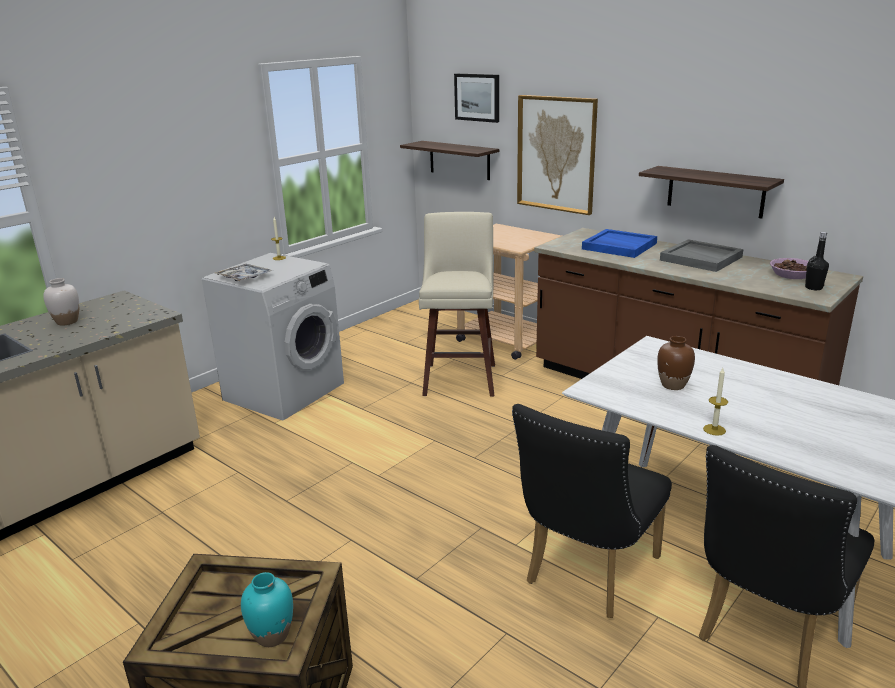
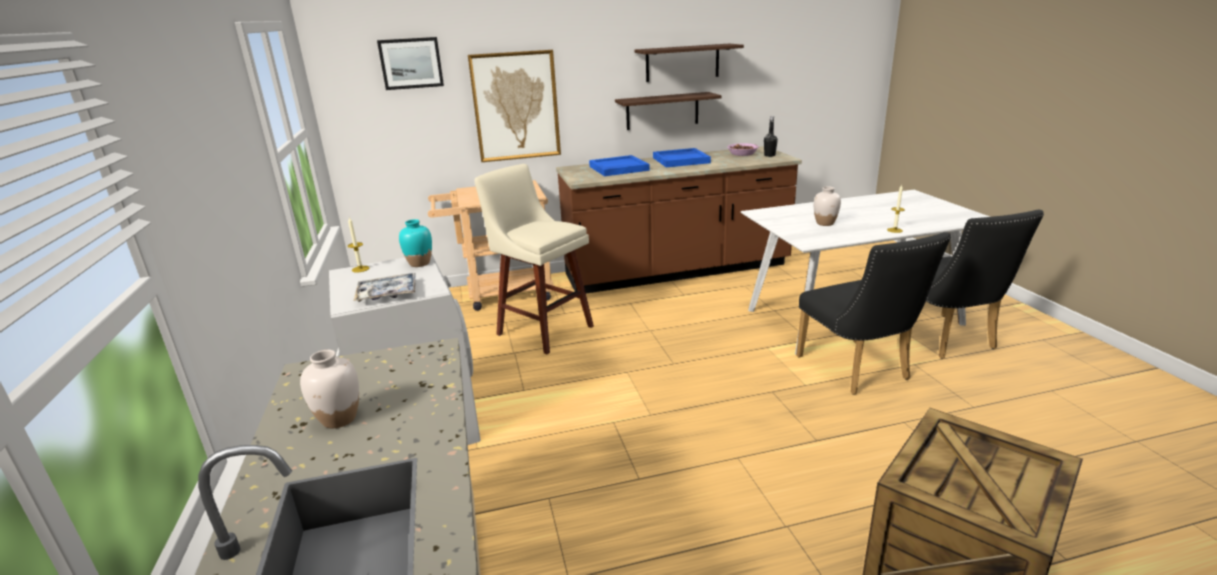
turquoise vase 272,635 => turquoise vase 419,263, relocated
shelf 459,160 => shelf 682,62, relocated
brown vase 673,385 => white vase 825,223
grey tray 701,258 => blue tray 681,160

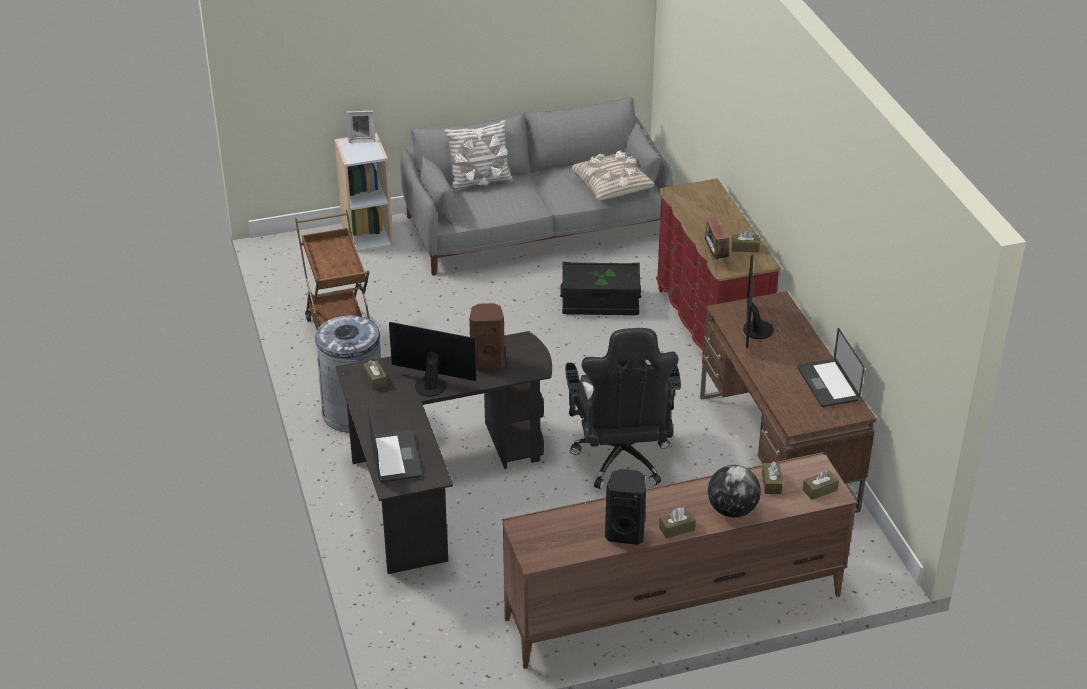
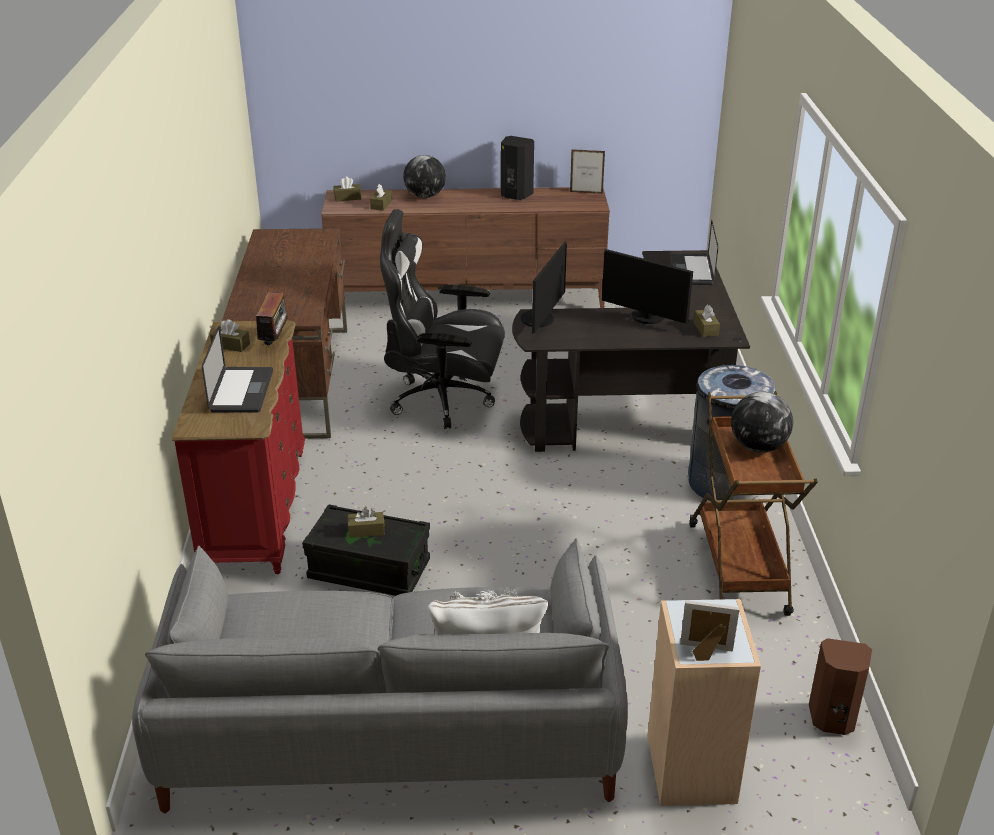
brown speaker 487,361 => brown speaker 832,719, relocated
black office chair 620,455 => black office chair 447,401, 90 degrees counterclockwise
beige pillow 611,187 => nothing
brown tissue box 676,528 => brown tissue box 366,530, relocated
monitor 754,330 => monitor 541,320, relocated
laptop 828,384 => laptop 241,391, relocated
nothing => picture frame 586,193
nothing => globe 757,447

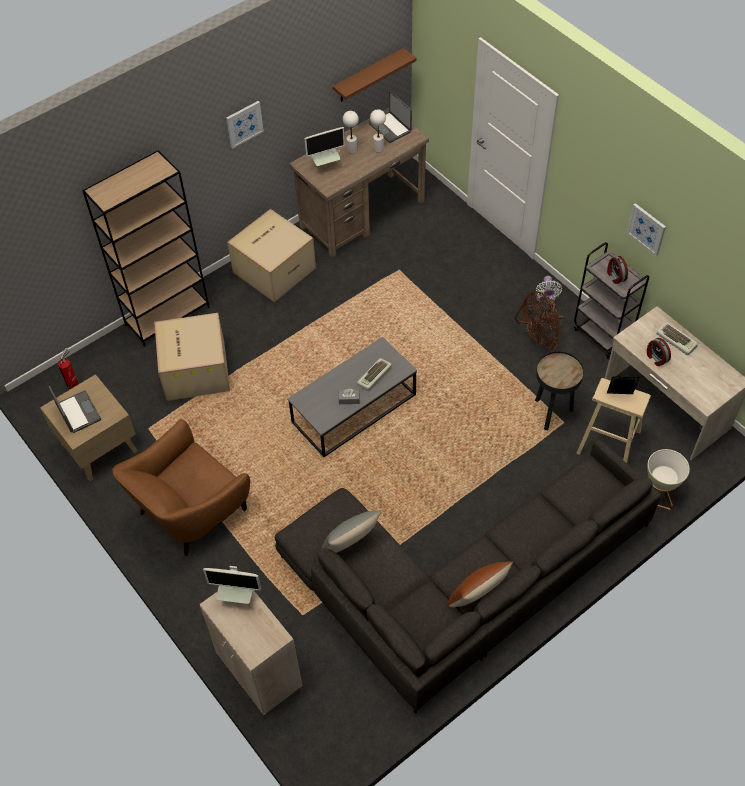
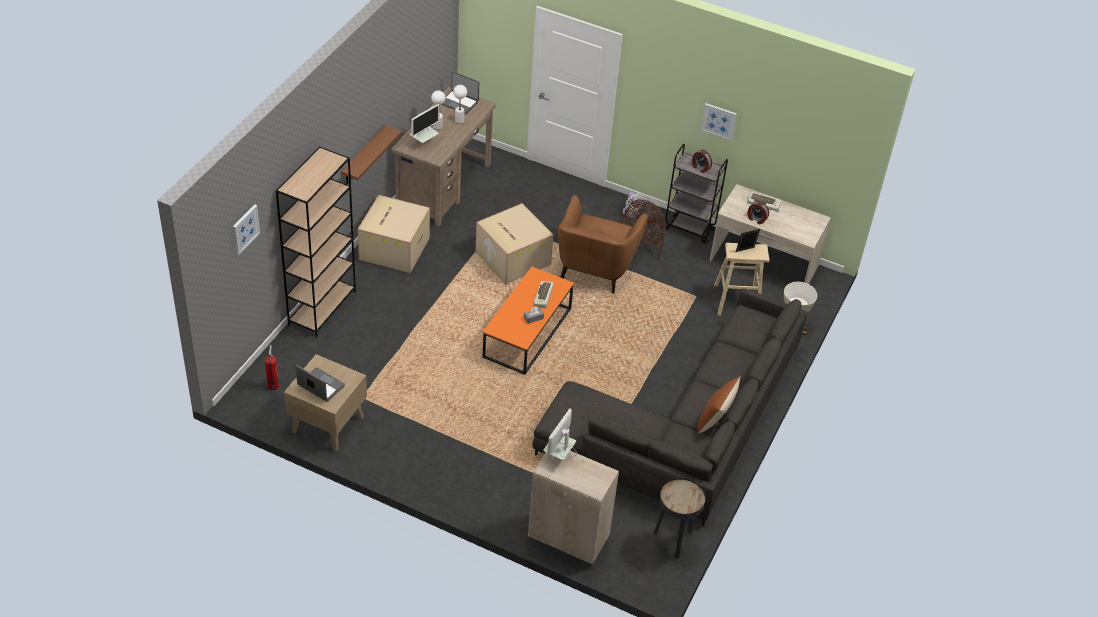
brown armchair 190,510 => brown armchair 595,267, relocated
cardboard box 194,370 => cardboard box 511,258, relocated
monitor 238,595 => monitor 559,456, 135 degrees clockwise
picture 244,124 => picture 245,229, relocated
grey coffee table 354,408 => orange coffee table 527,333
grey pillow 351,544 => nothing
brown shelf 368,76 => brown shelf 363,156, relocated
black side table 551,413 => black side table 674,541, relocated

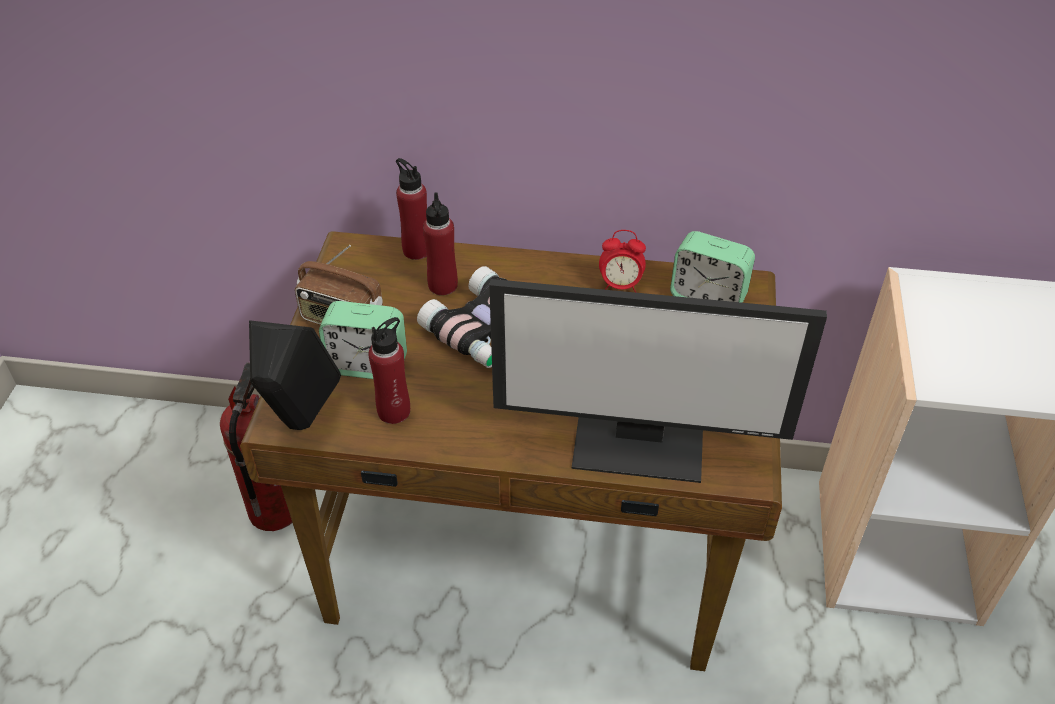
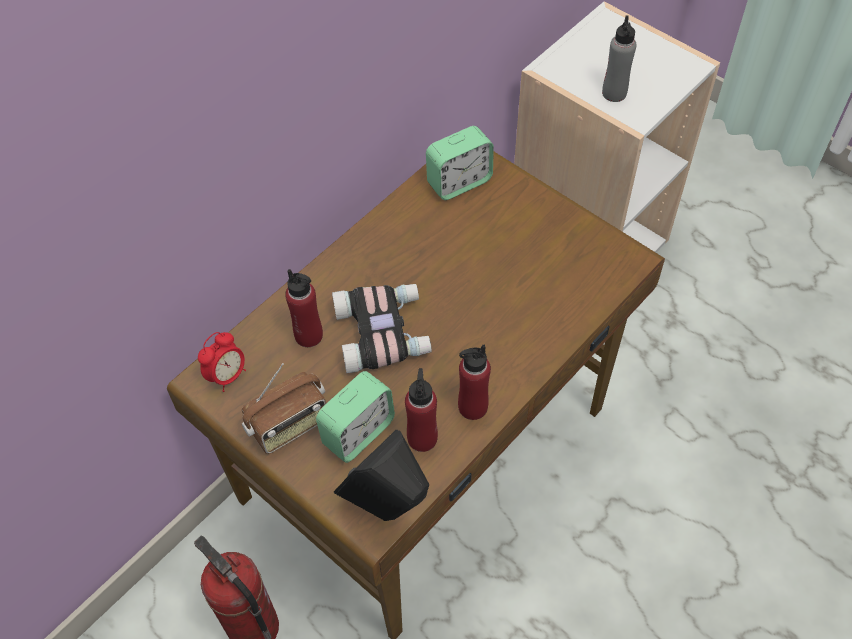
red bottle 416,250 => red bottle 472,407, relocated
monitor 640,443 => nothing
alarm clock 620,286 => alarm clock 227,376, relocated
nothing => grey bottle 614,93

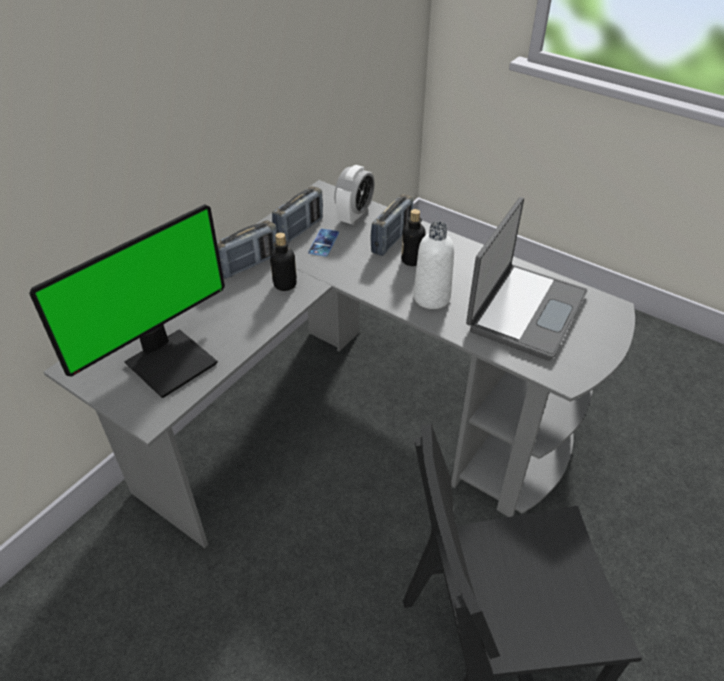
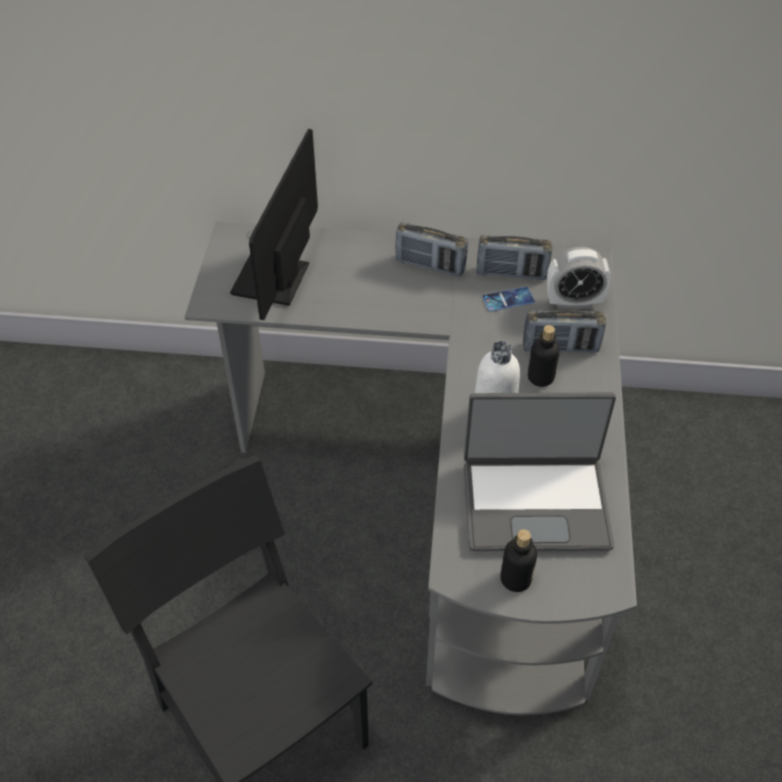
monitor 170,361 => monitor 274,281, 90 degrees clockwise
bottle 285,284 => bottle 515,579, relocated

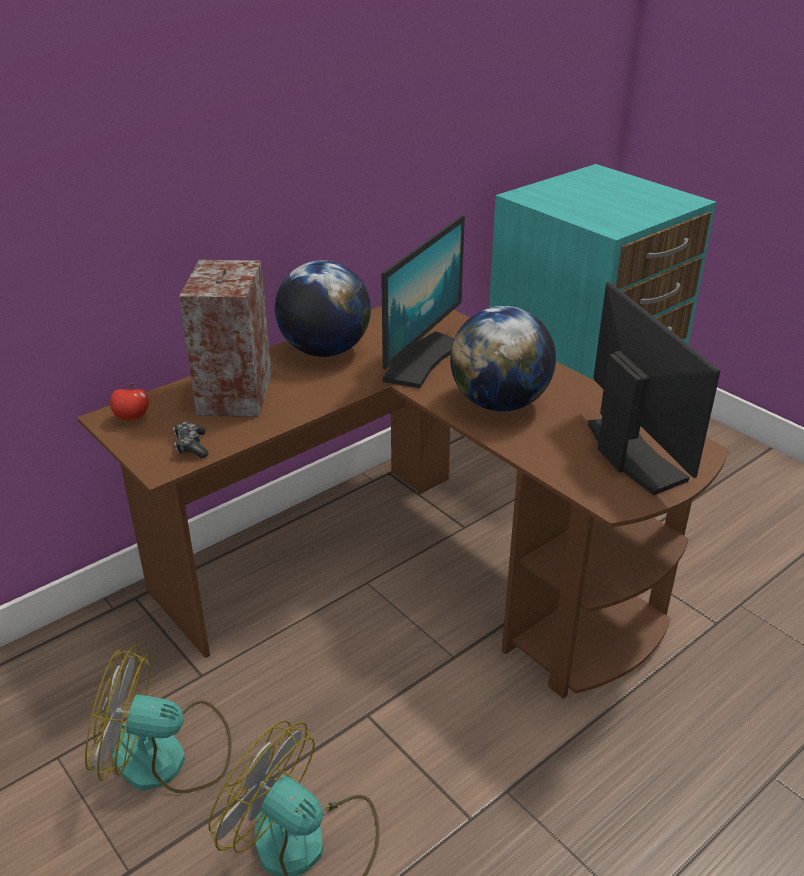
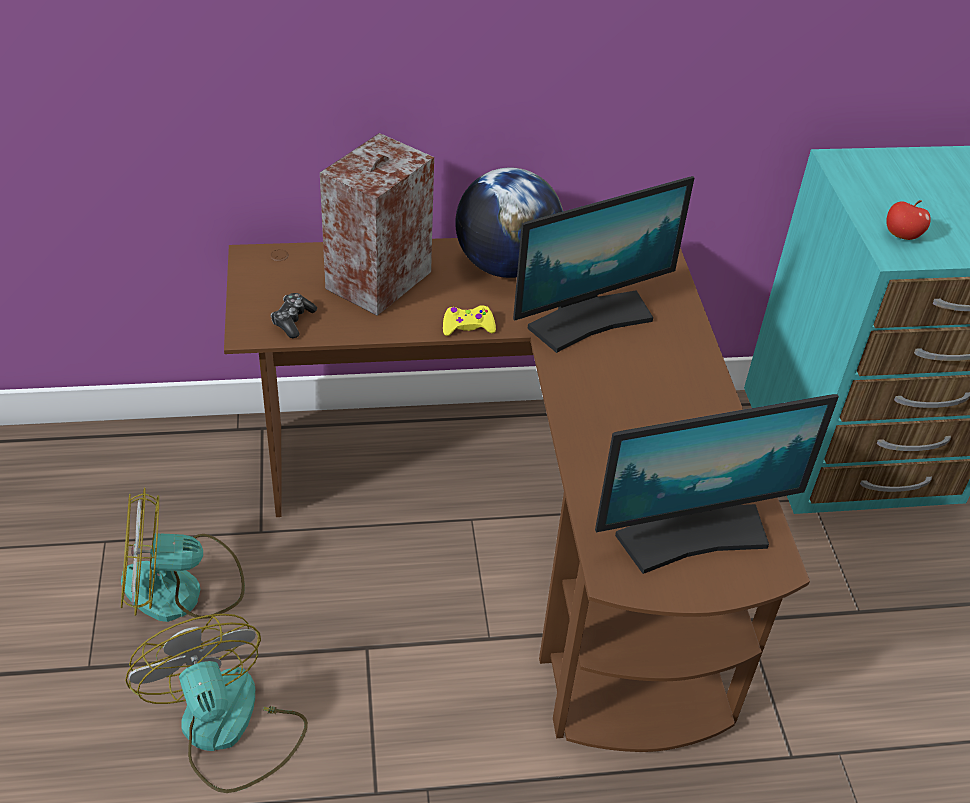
fan 167,757 => fan 181,589, 45 degrees counterclockwise
apple 132,418 => apple 901,235, relocated
globe 499,403 => nothing
monitor 631,455 => monitor 692,534, 60 degrees clockwise
nothing => yellow game controller 467,326

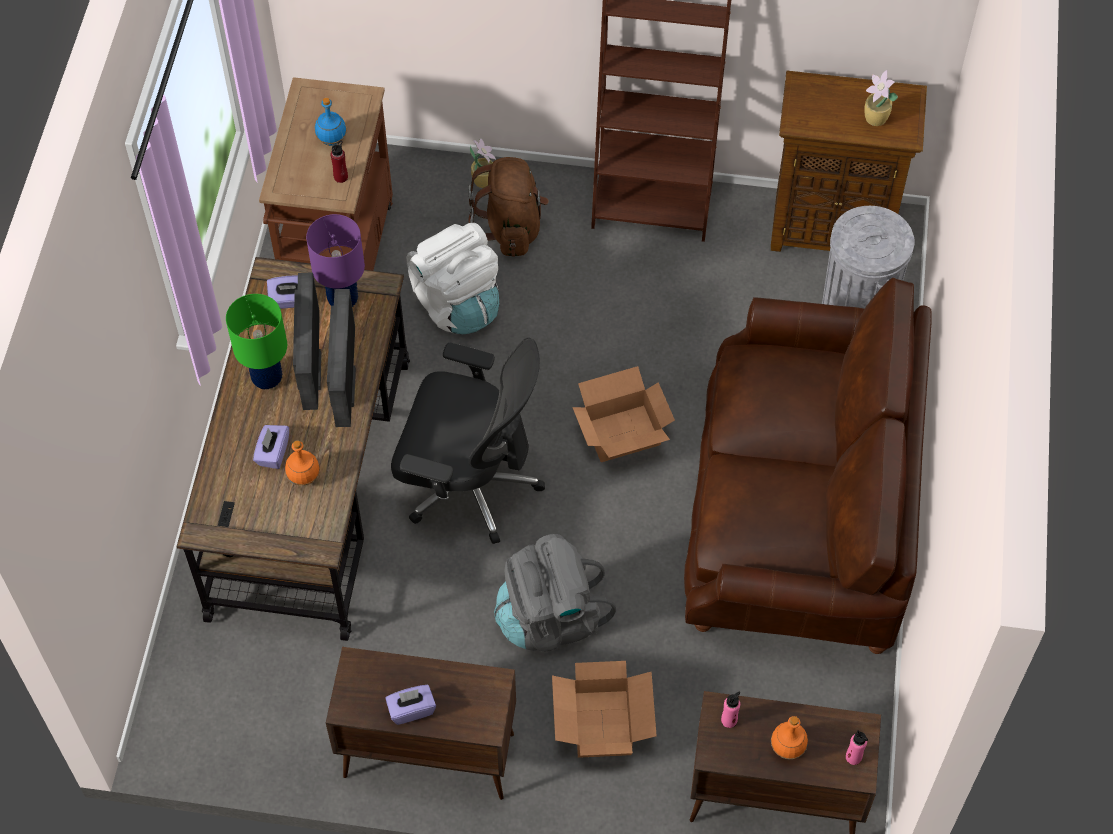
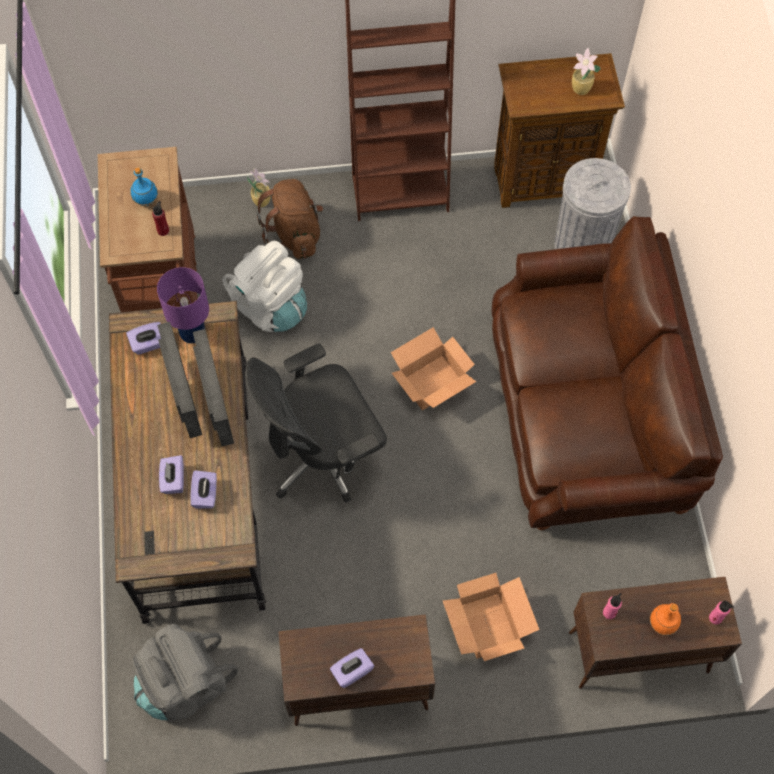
green table lamp 267,378 => nothing
orange bottle 304,477 => purple tissue box 205,495
office chair 468,488 => office chair 324,457, 150 degrees clockwise
grey backpack 550,618 => grey backpack 185,684, relocated

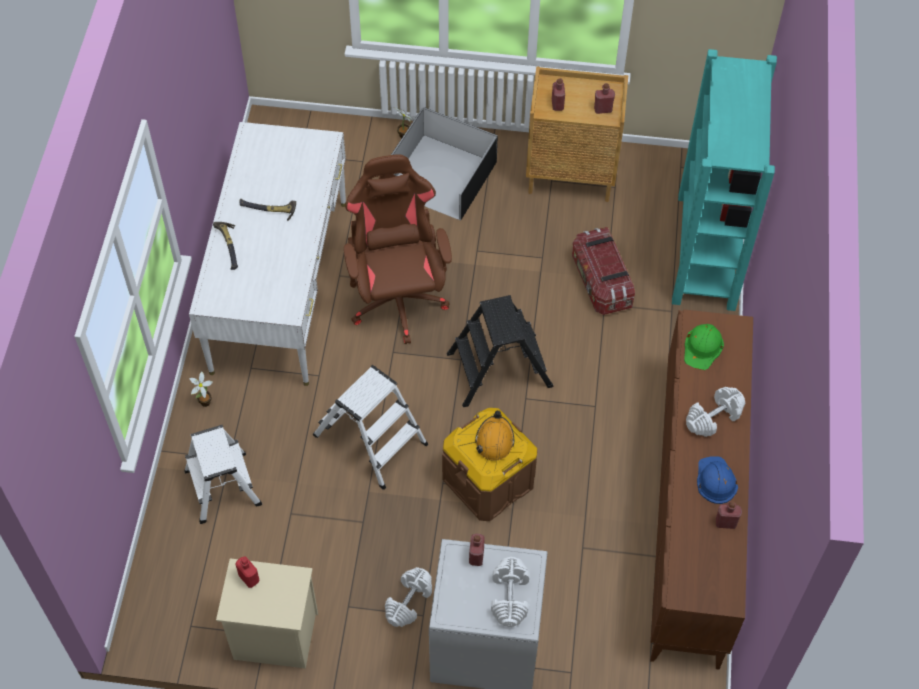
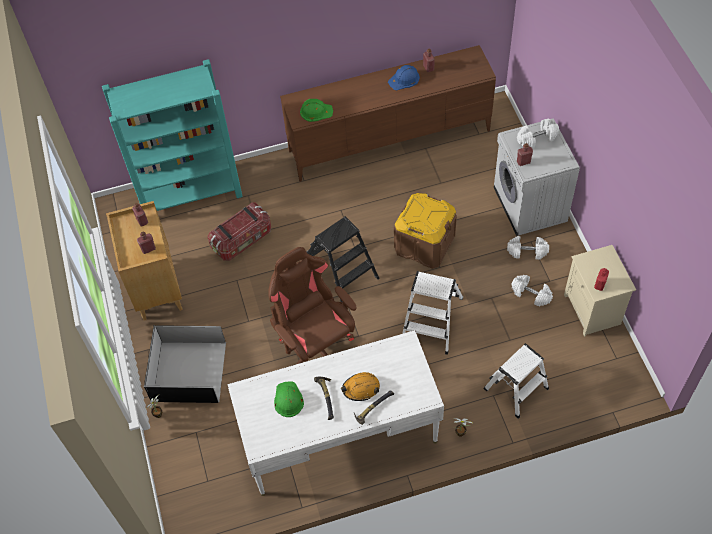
brown office chair 398,303 => brown office chair 317,349, 90 degrees clockwise
orange hard hat 494,440 => orange hard hat 361,388, relocated
white dumbbell 713,418 => white dumbbell 531,294, relocated
nothing => green hard hat 288,399

